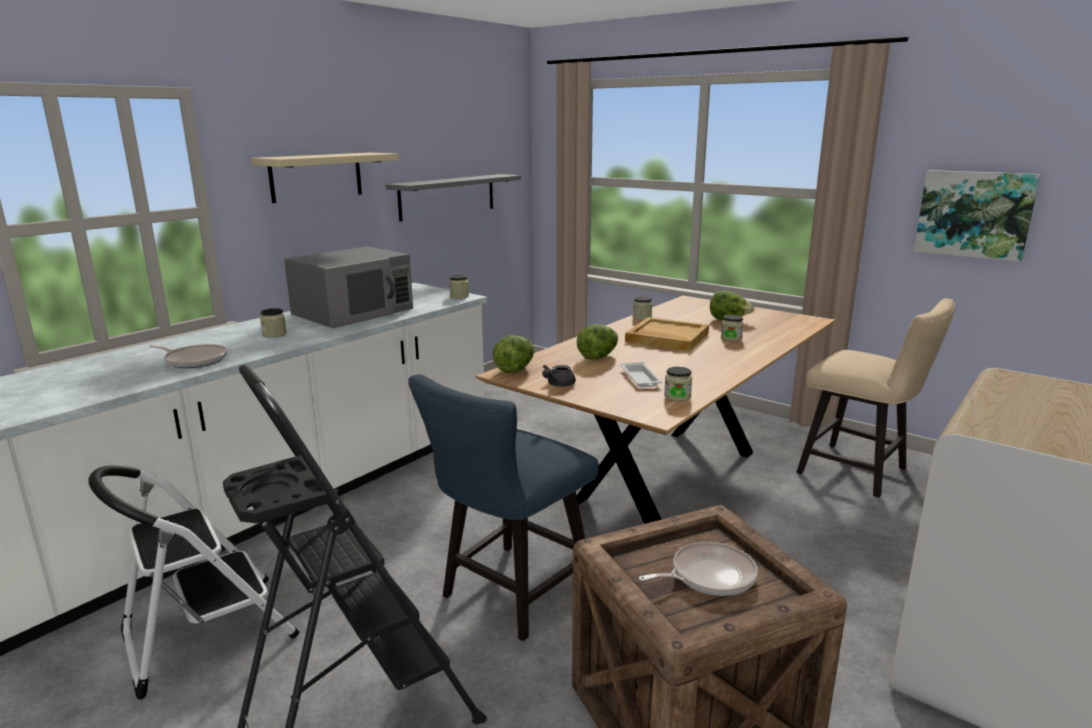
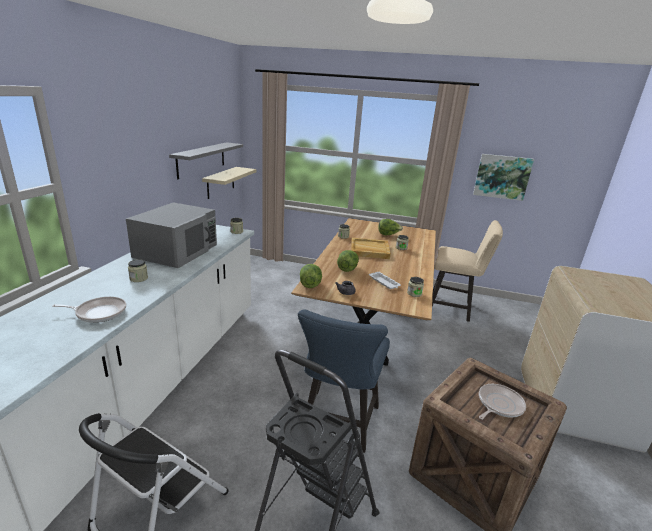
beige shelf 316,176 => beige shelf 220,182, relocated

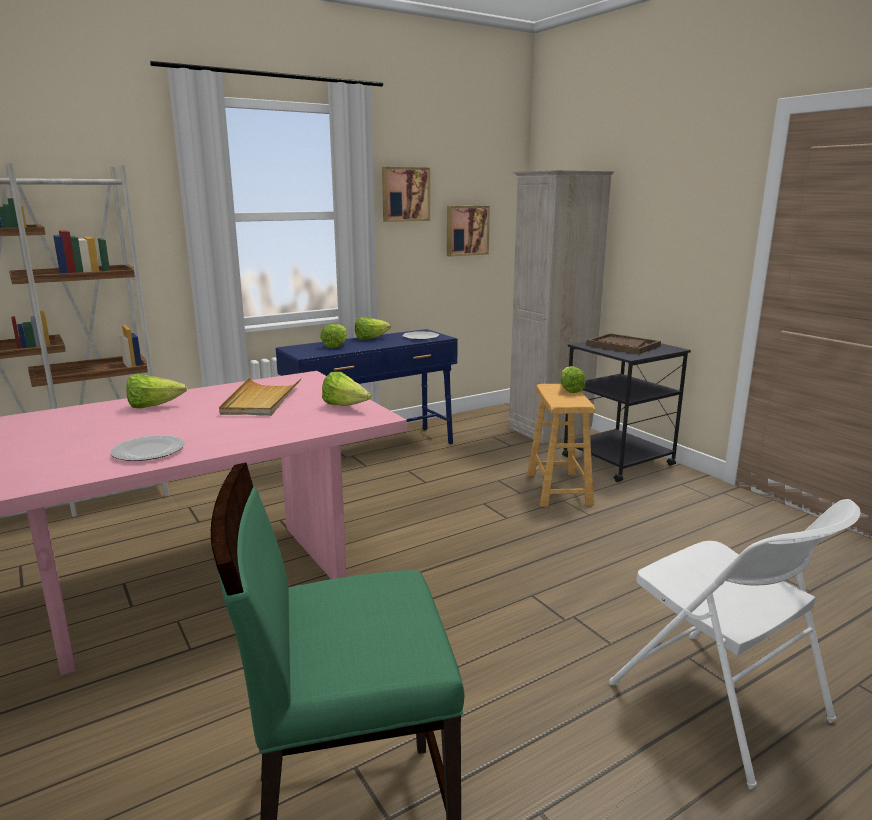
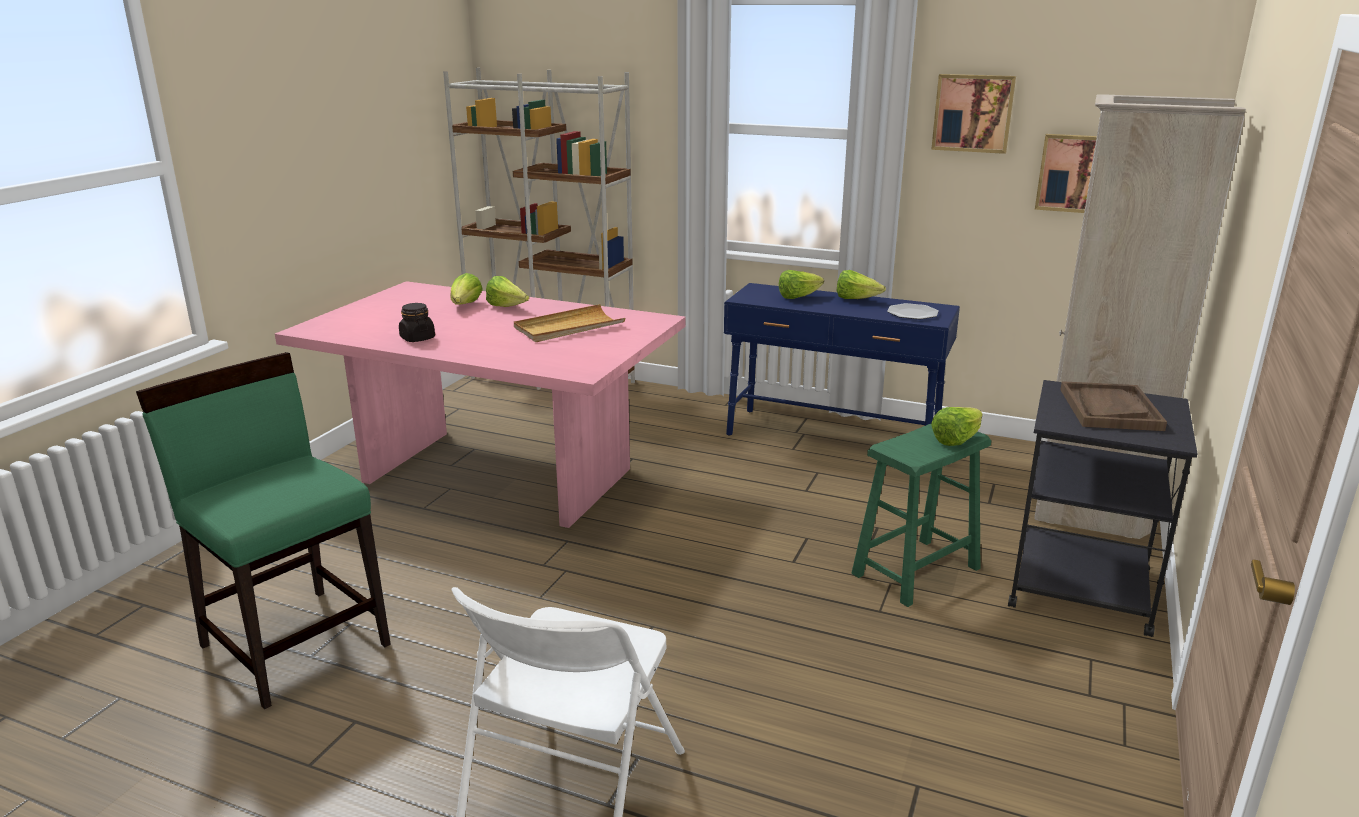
plate 149,451 => black jar 417,338
lettuce 345,406 => lettuce 465,306, relocated
brown stool 559,489 => green stool 916,571

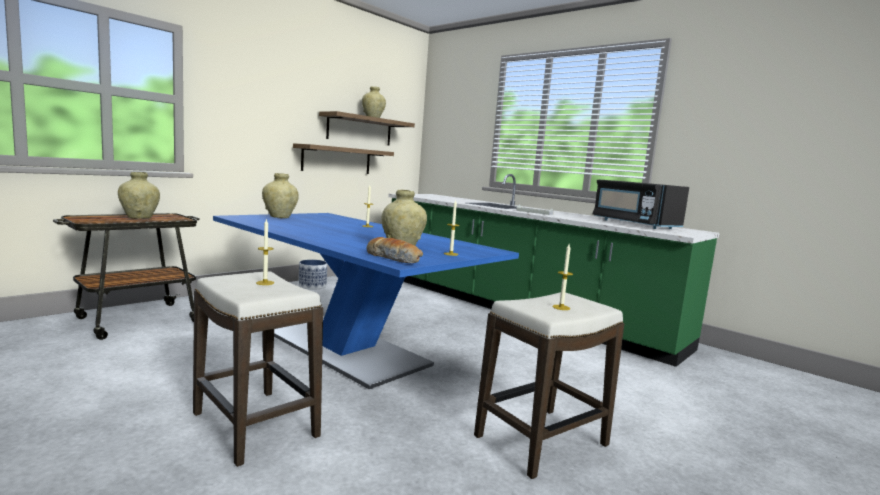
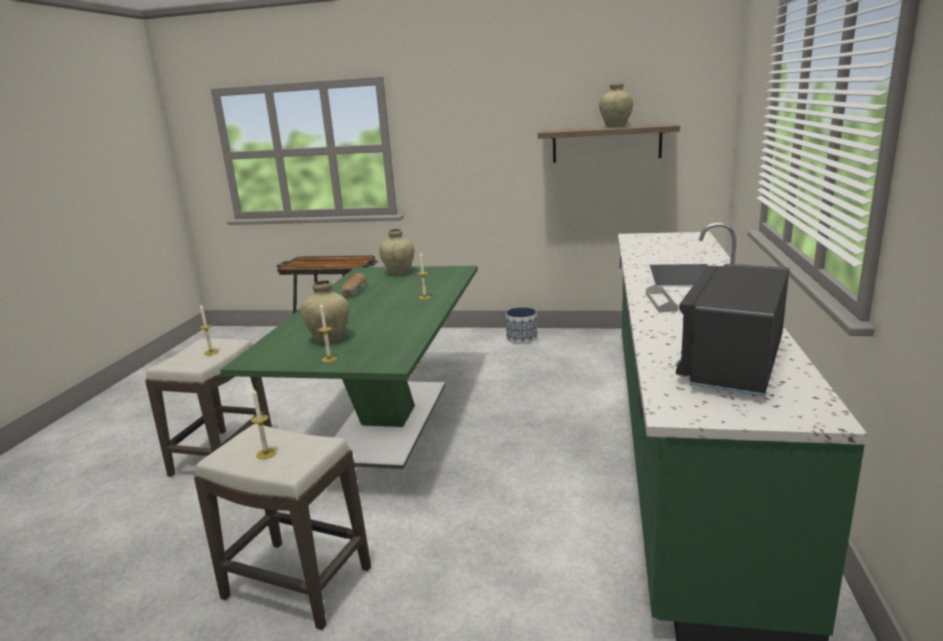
beige vase 139,217 => nothing
blue dining table 347,350 => green dining table 388,421
shelf 337,160 => nothing
bread 394,258 => bread 355,290, relocated

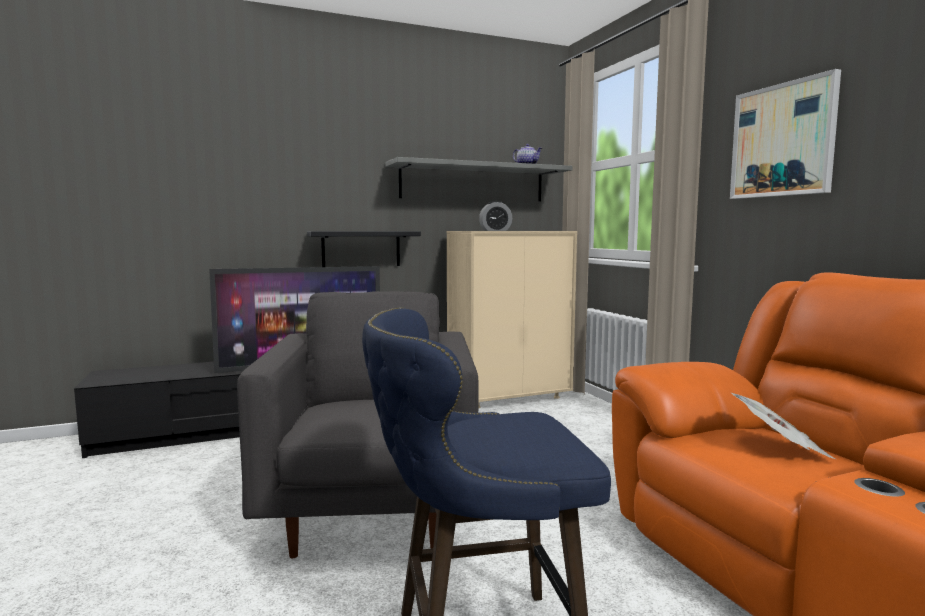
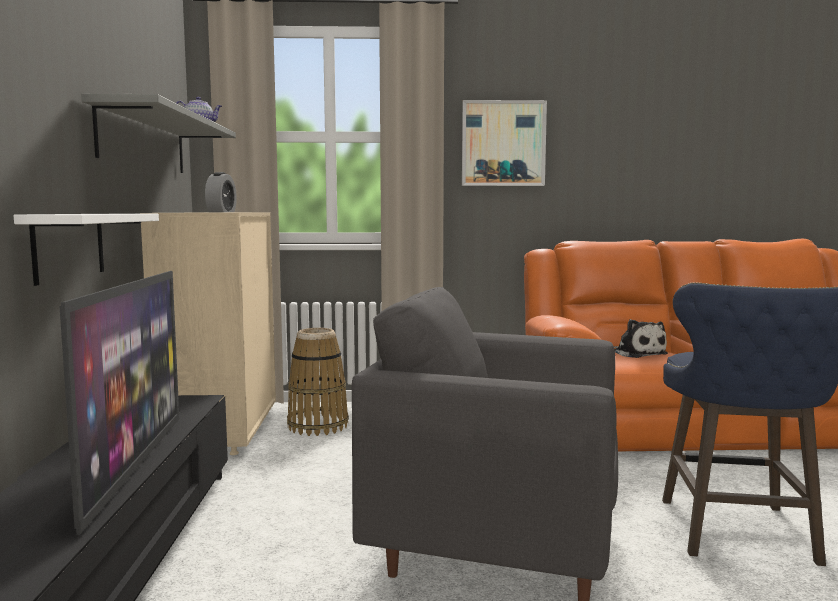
black shelf 361,249 => white shelf 69,246
newspaper 780,448 => plush toy 638,353
nothing => basket 318,425

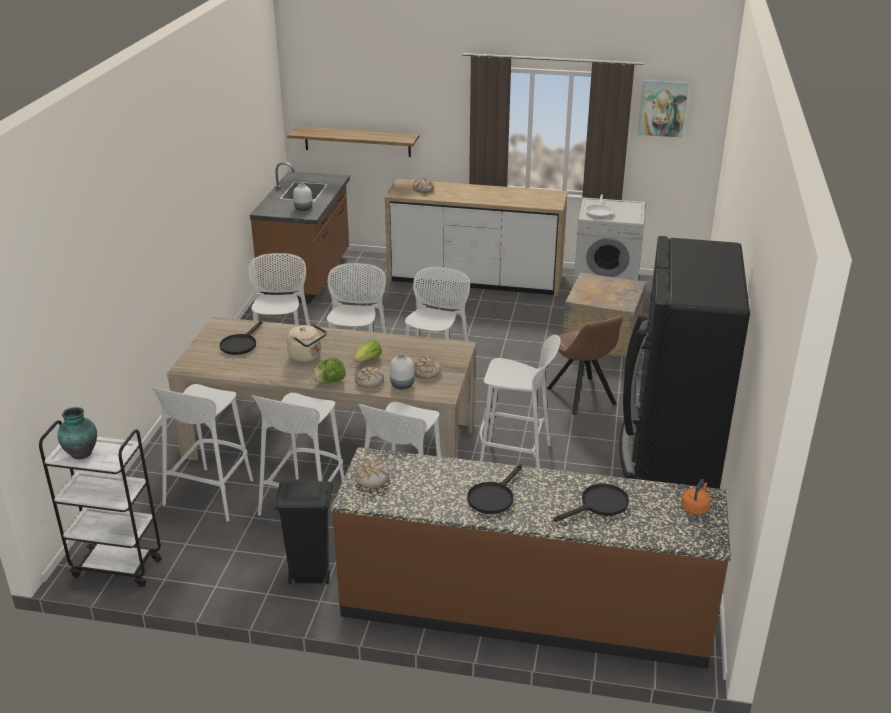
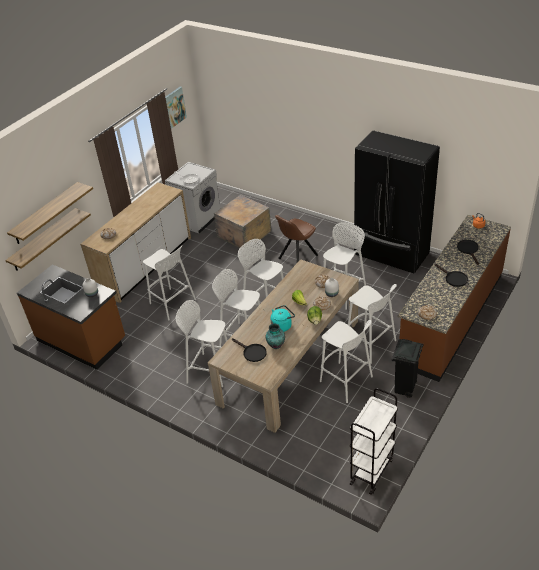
vase 81,452 => vase 275,345, relocated
white stool 211,495 => white stool 172,303, relocated
beige kettle 307,356 => turquoise kettle 282,325
brown chair 582,396 => brown chair 297,257, 135 degrees clockwise
nothing => shelf 46,213

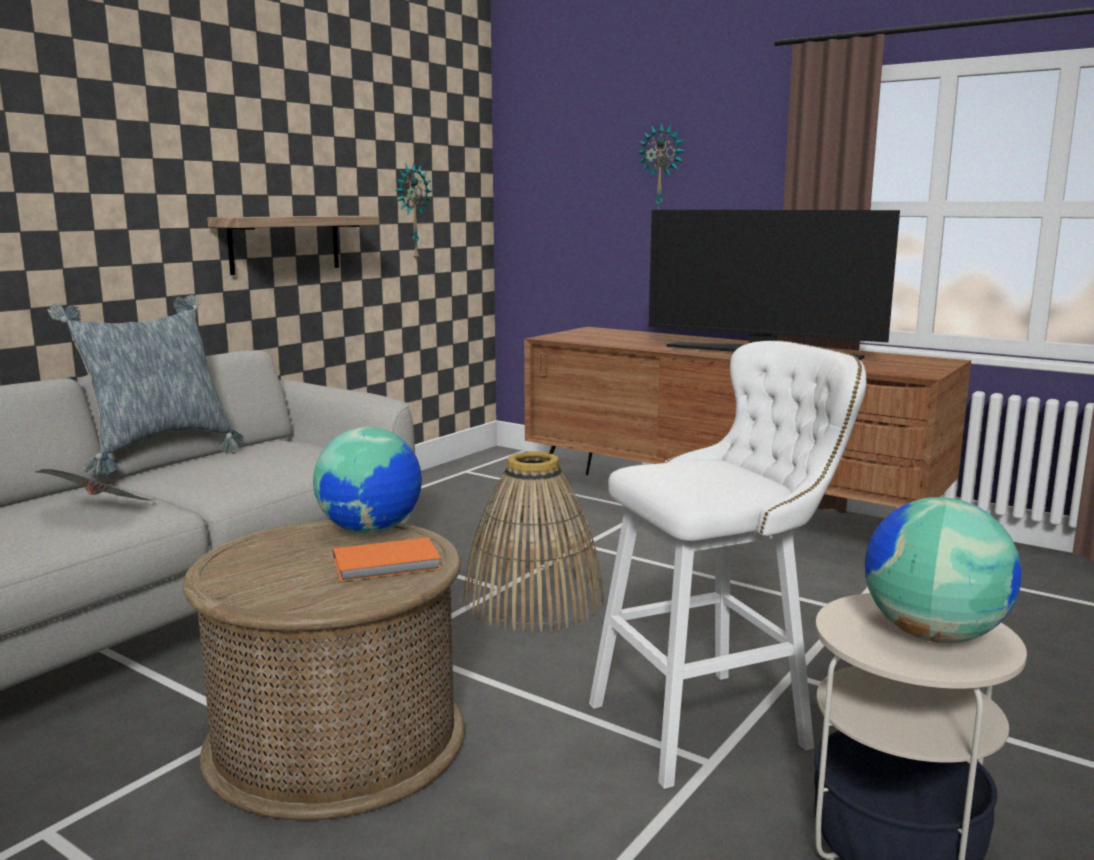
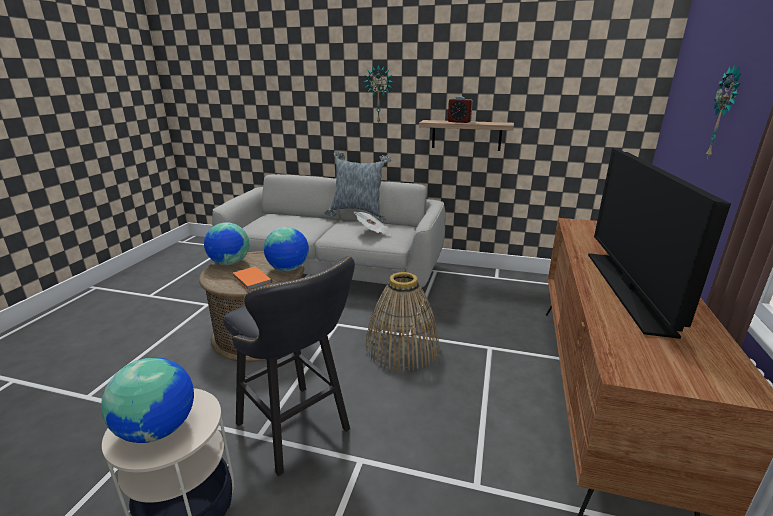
newspaper 101,512 => newspaper 373,233, relocated
wall clock 411,212 => wall clock 379,94, relocated
white stool 720,719 => black stool 299,434
nothing => globe 229,263
nothing => alarm clock 459,122

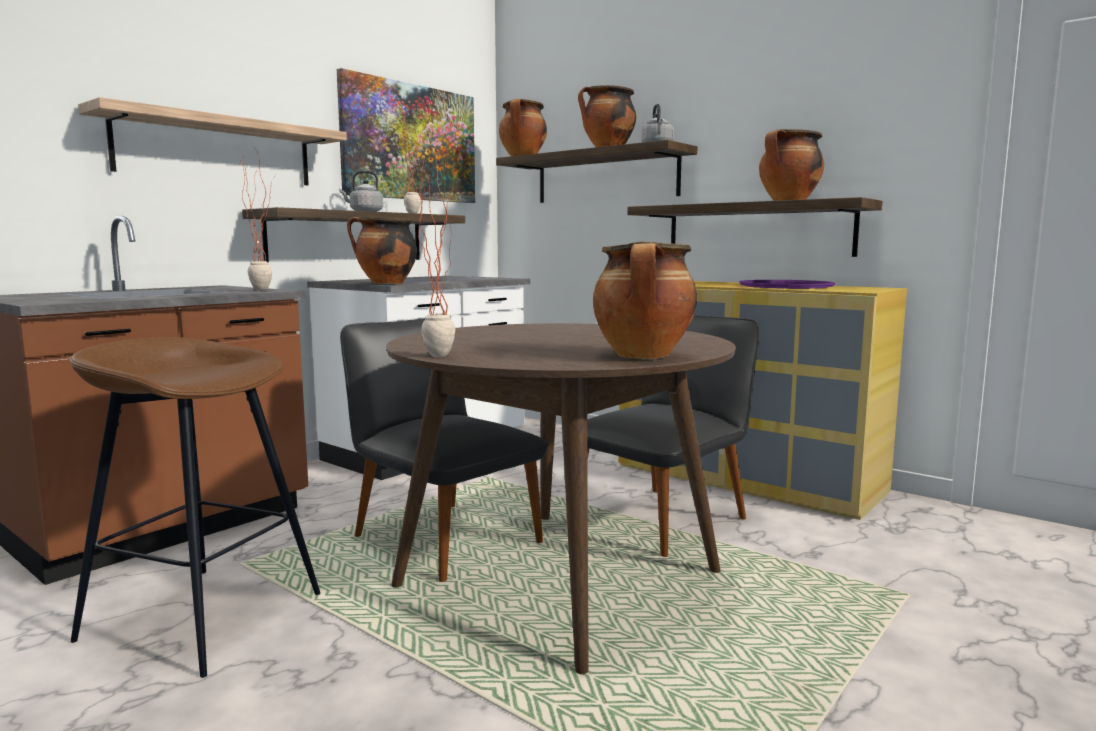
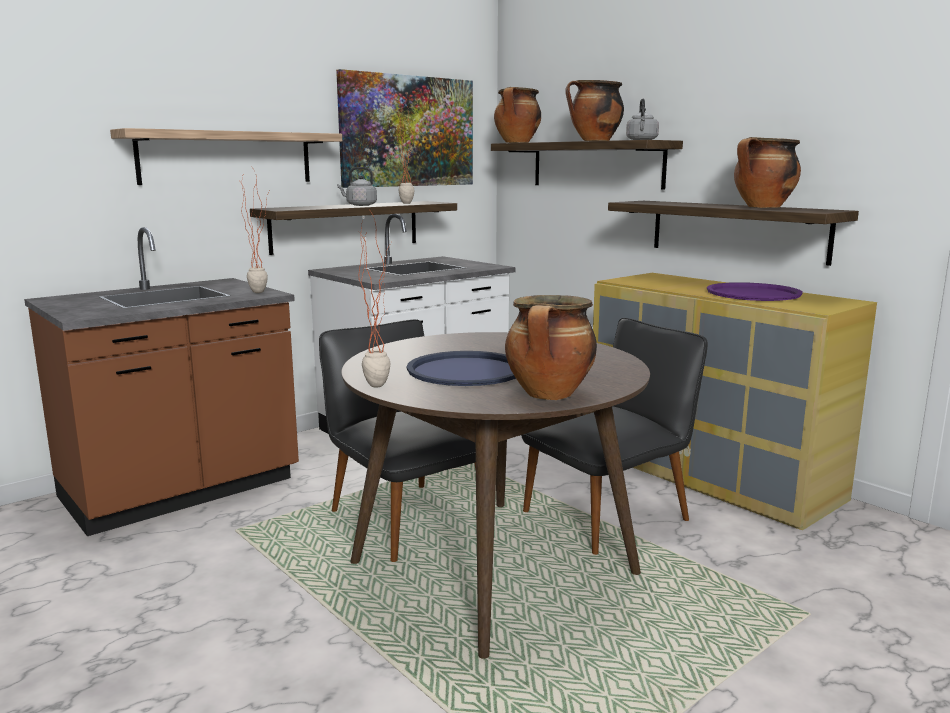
brown stool 203,616 => nothing
cooking pot 385,283 => nothing
nothing => blue tray 466,370

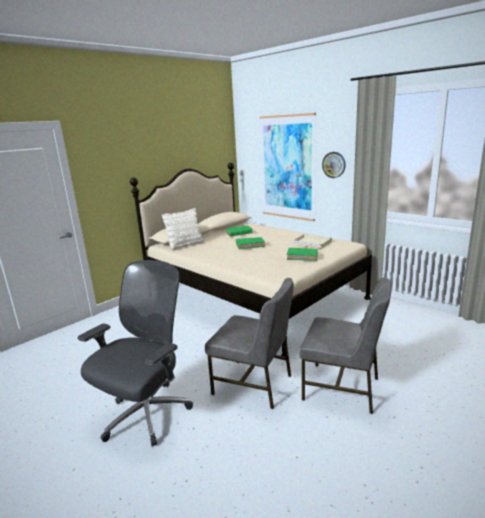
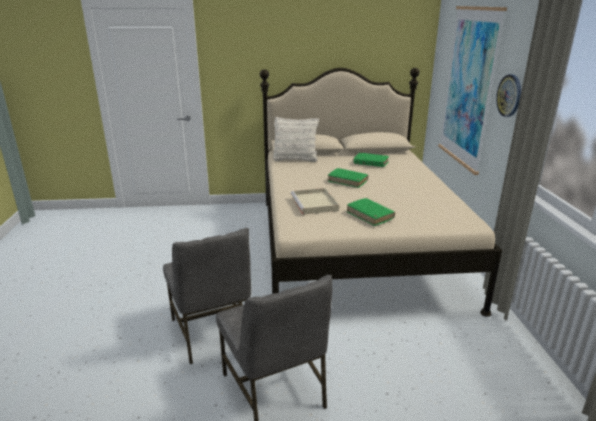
office chair 147,415 => nothing
beige tray 313,243 => beige tray 315,204, relocated

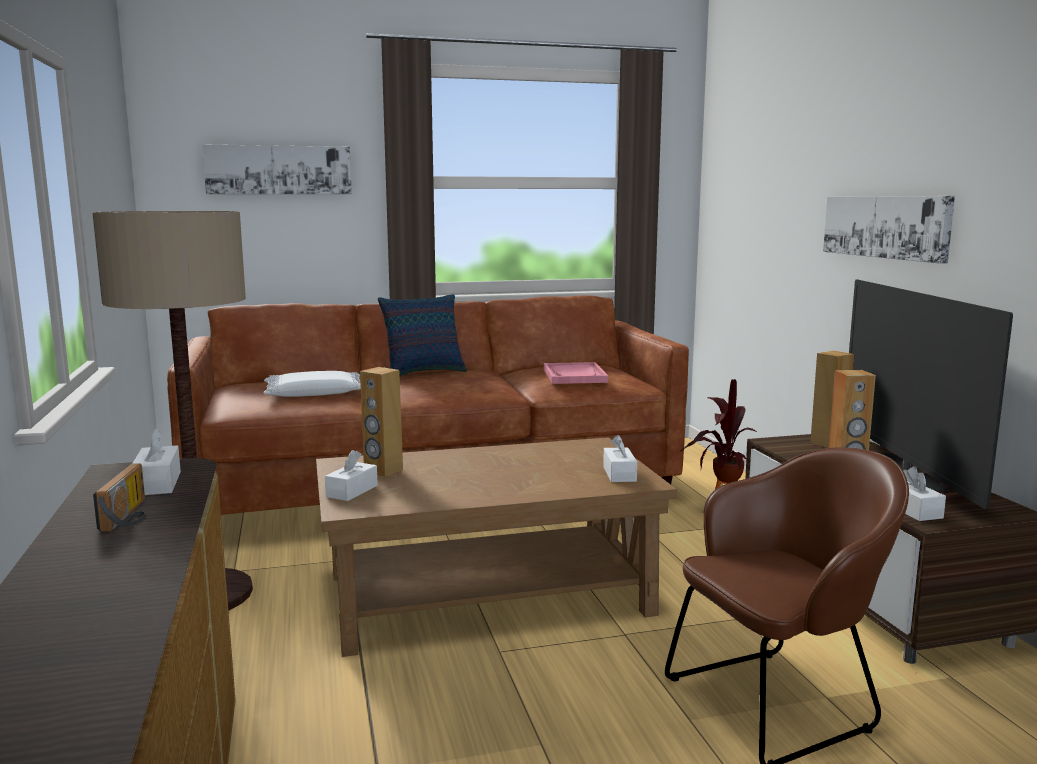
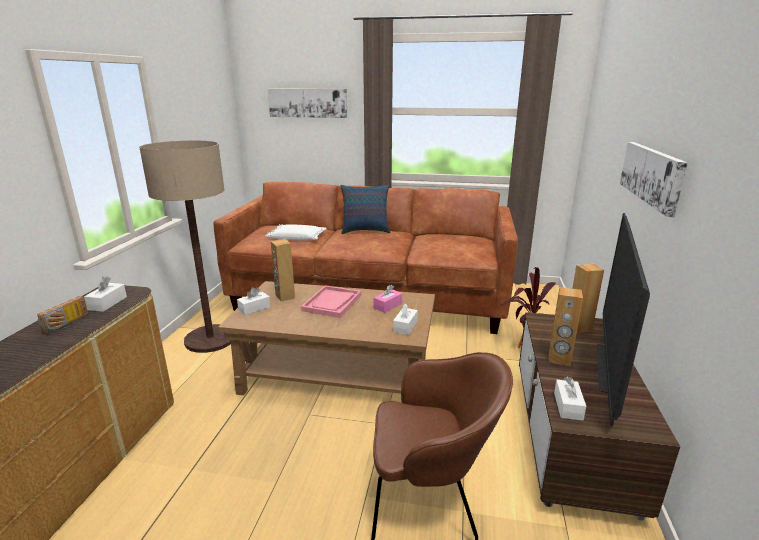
pink tray 574,376 => pink tray 332,303, relocated
nothing => pink tissue box 387,306

